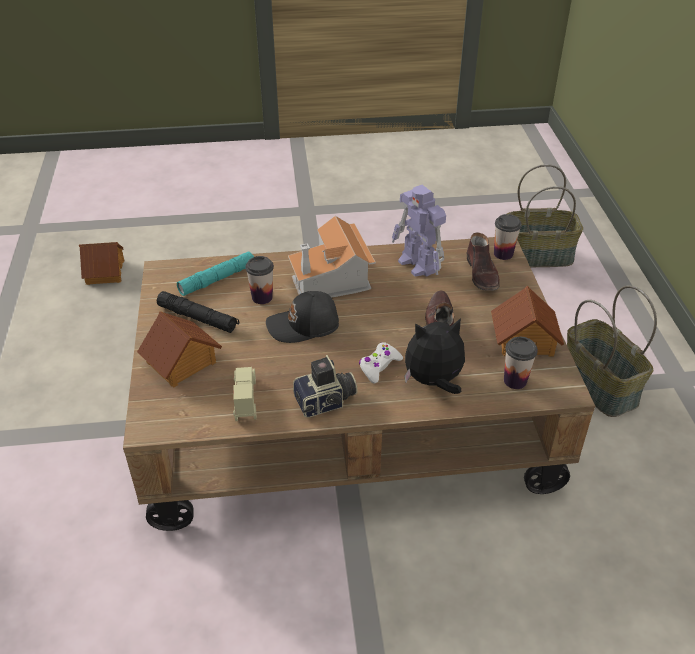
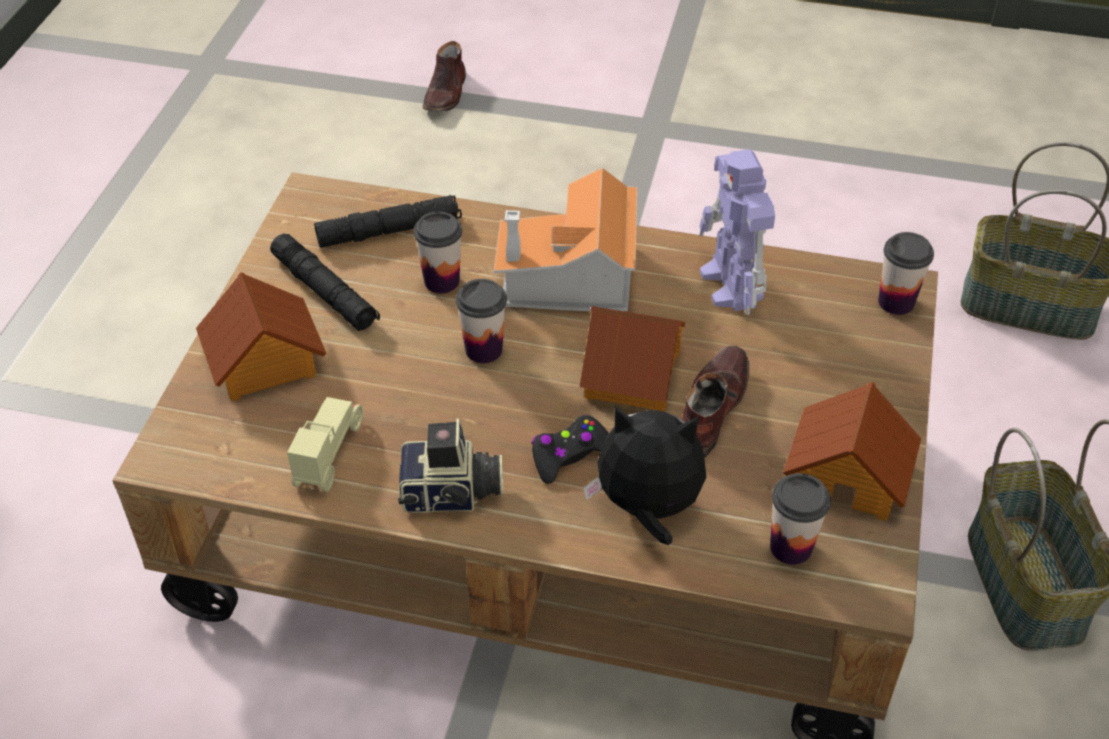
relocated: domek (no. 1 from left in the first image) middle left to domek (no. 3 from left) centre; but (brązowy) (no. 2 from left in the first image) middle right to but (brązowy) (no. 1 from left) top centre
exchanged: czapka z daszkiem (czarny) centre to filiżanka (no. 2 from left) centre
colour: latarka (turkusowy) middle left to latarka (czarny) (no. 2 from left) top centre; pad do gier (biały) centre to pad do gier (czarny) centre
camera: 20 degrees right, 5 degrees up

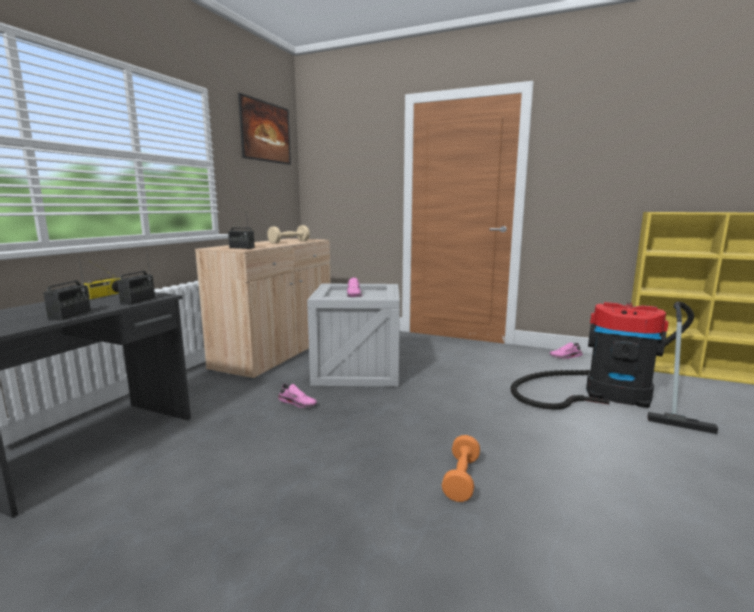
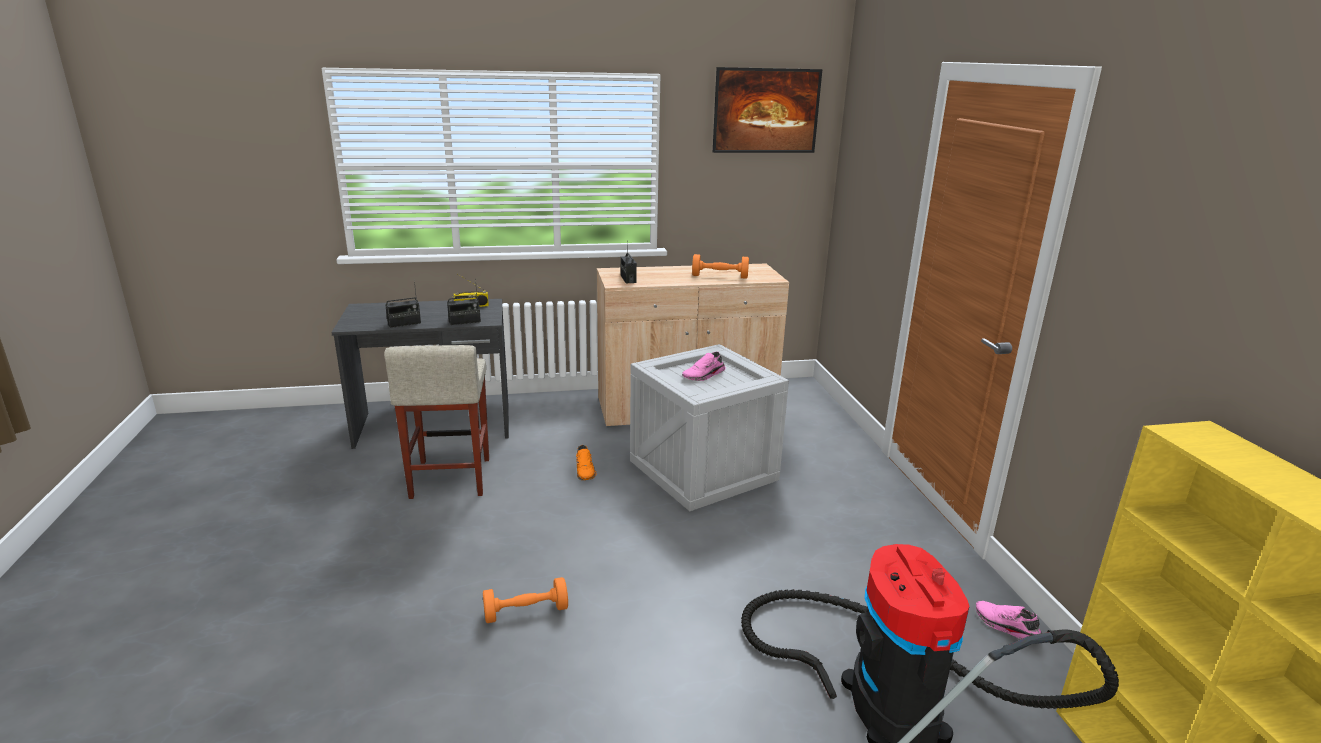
appeared: stołek (beżowy) middle left
colour: hantel (beżowy) centre to hantel (pomarańczowy) (no. 2 from left) centre; but (różowy) (no. 1 from left) centre to but (pomarańczowy) centre
camera: 55 degrees right, 10 degrees up

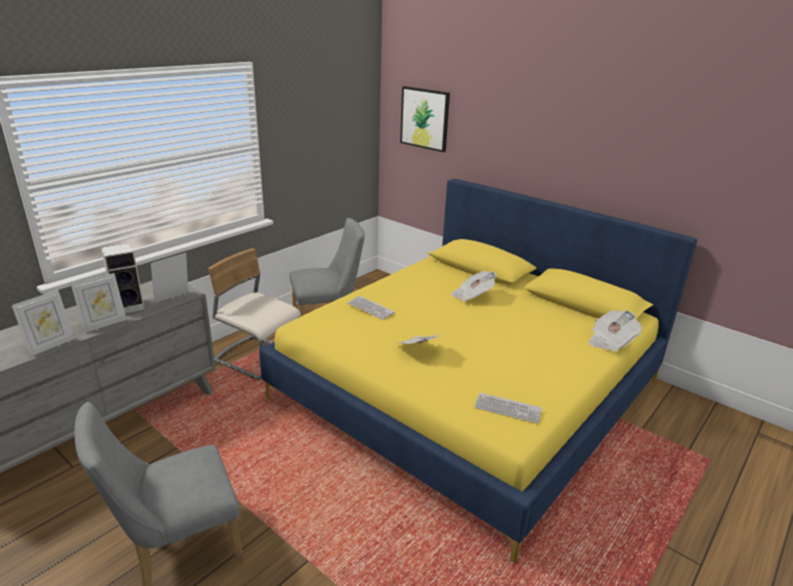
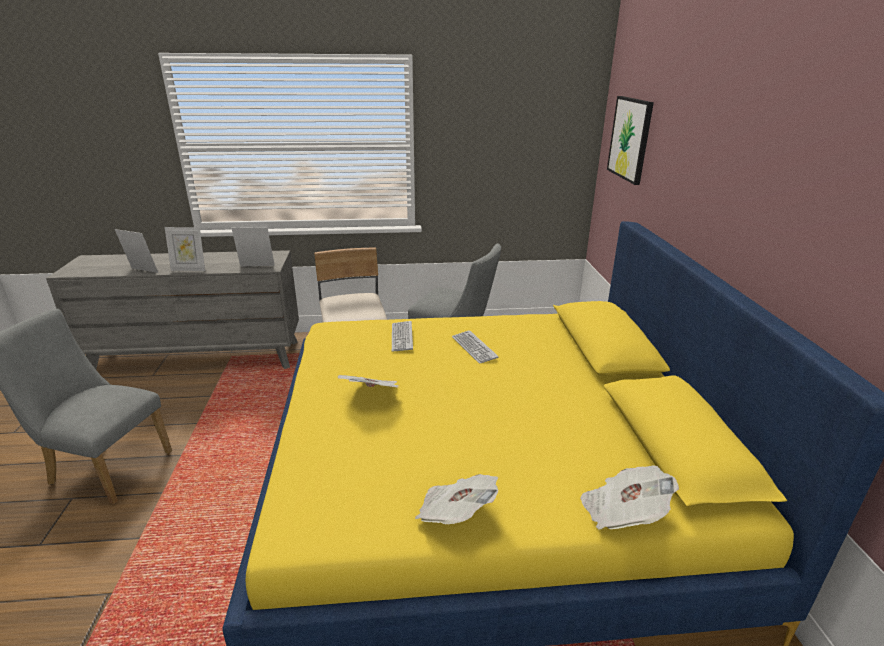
missing: głośnik middle left
relocated: gazeta (no. 2 from left) centre to bottom centre; klawiatura (no. 2 from left) bottom centre to centre
spun: ramka na zdjęcie (no. 1 from left) middle left = middle left 150 degrees counterclockwise
camera: 45 degrees right, 0 degrees up

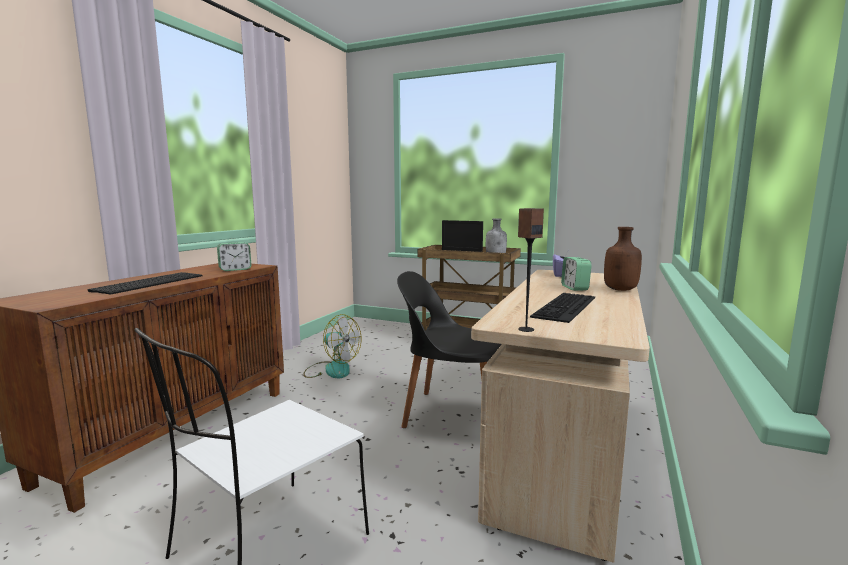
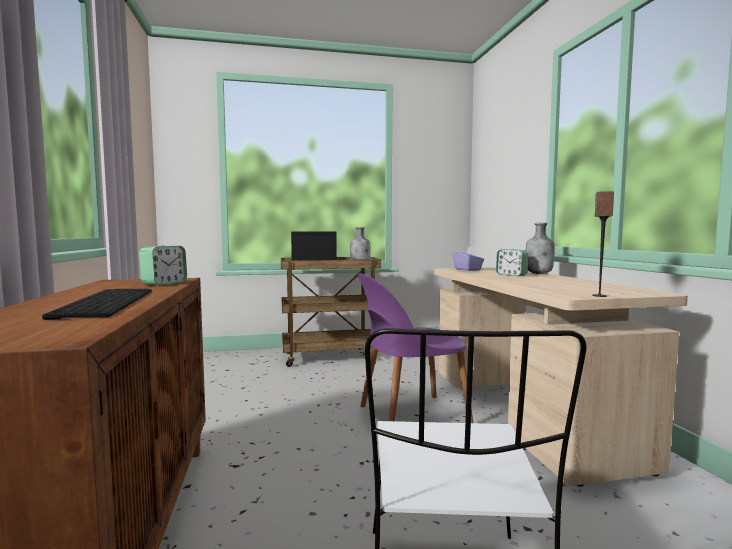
missing: wentylator centre; klawiatura (no. 2 from left) centre
colour: krzesło (czarny) centre to krzesło (fioletowy) centre; butelka (brązowy) middle right to butelka (szary) (no. 2 from left) middle right
camera: 35 degrees left, 5 degrees down

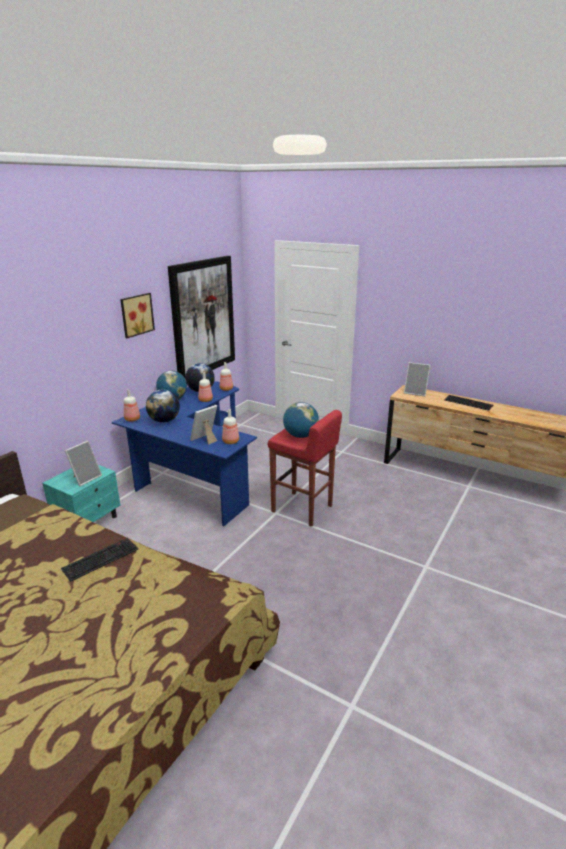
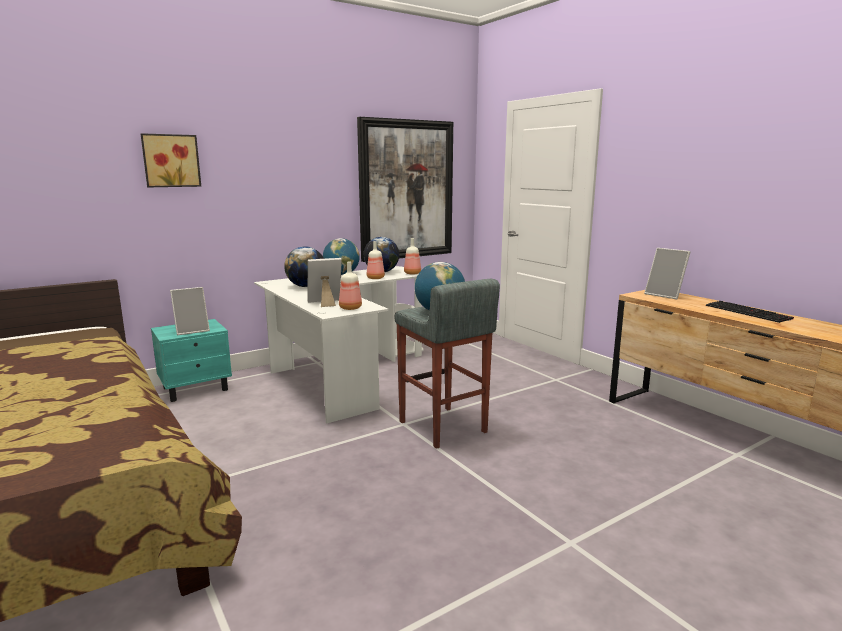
missing: klawiatura (no. 1 from left) middle left; butelka (no. 1 from left) middle left
relocated: obraz (no. 1 from left) middle left to top left
colour: biurko (niebieski) middle left to biurko (biały) centre; stołek (czerwony) centre to stołek (szary) centre
camera: 25 degrees right, 10 degrees down

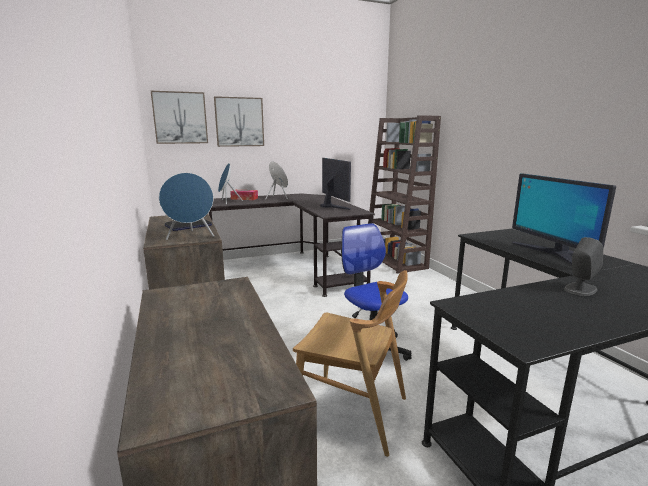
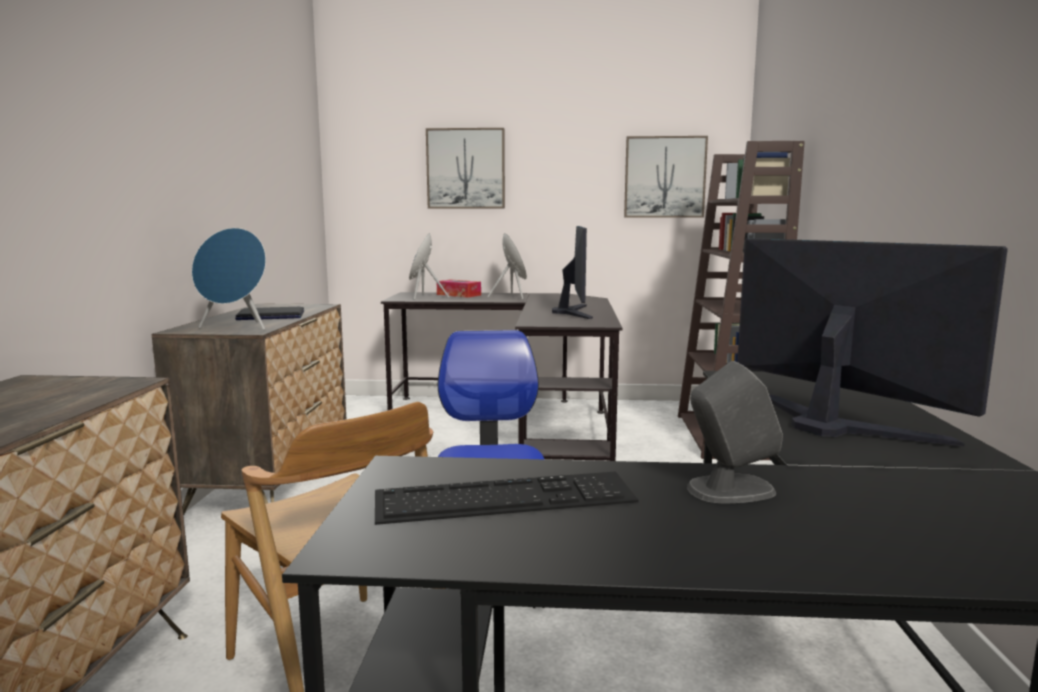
appeared: klawiatura bottom centre
relocated: obraz (no. 1 from left in the first image) top left to obraz (no. 2 from left) top centre
spun: monitor (no. 2 from left) middle right = middle right 135 degrees clockwise
camera: 25 degrees right, 5 degrees down

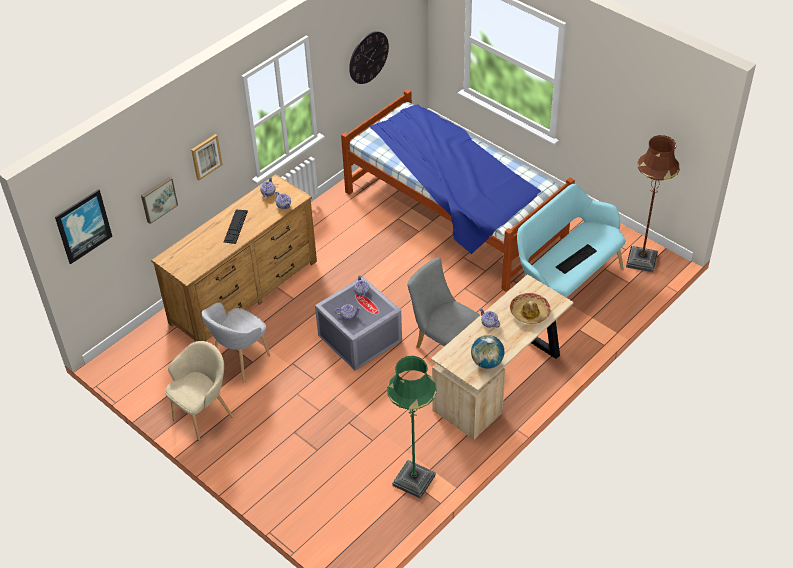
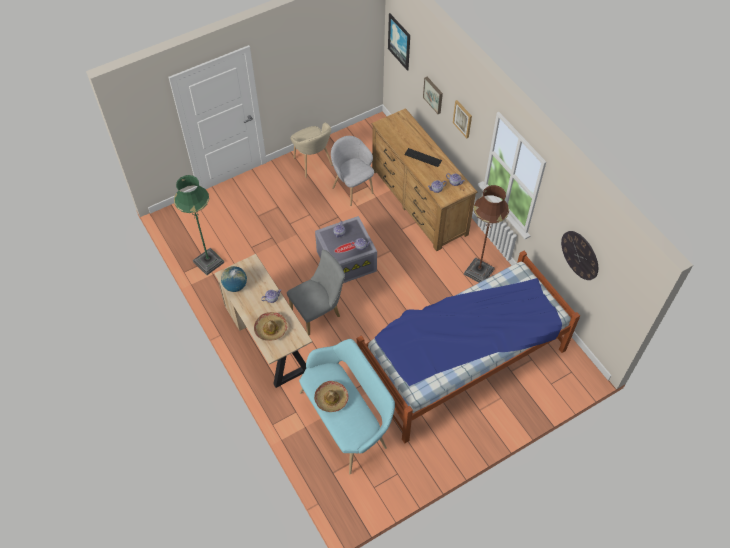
relocated: lampa stojąca (brązowy) middle right to centre
exchanged: klawiatura (no. 2 from left) middle right to kapelusz (no. 2 from left) bottom centre
camera: 105 degrees right, 10 degrees up

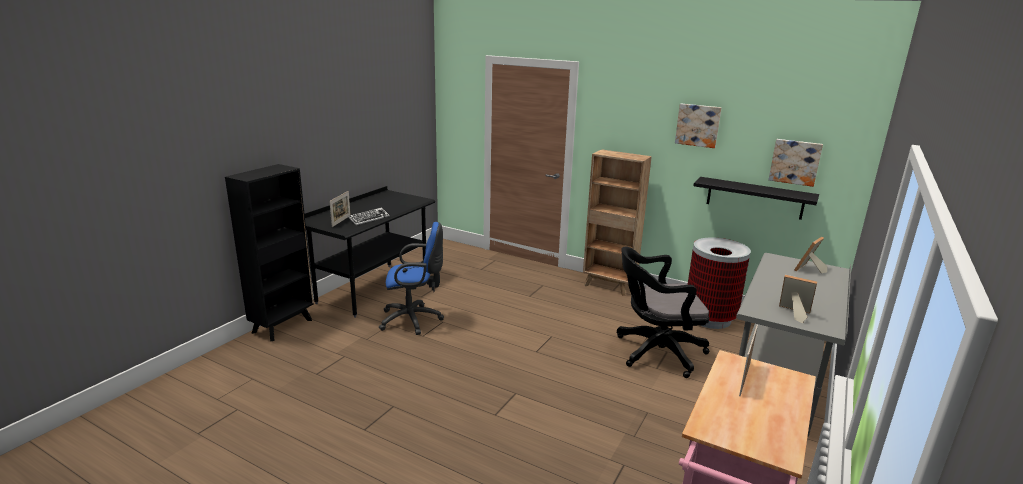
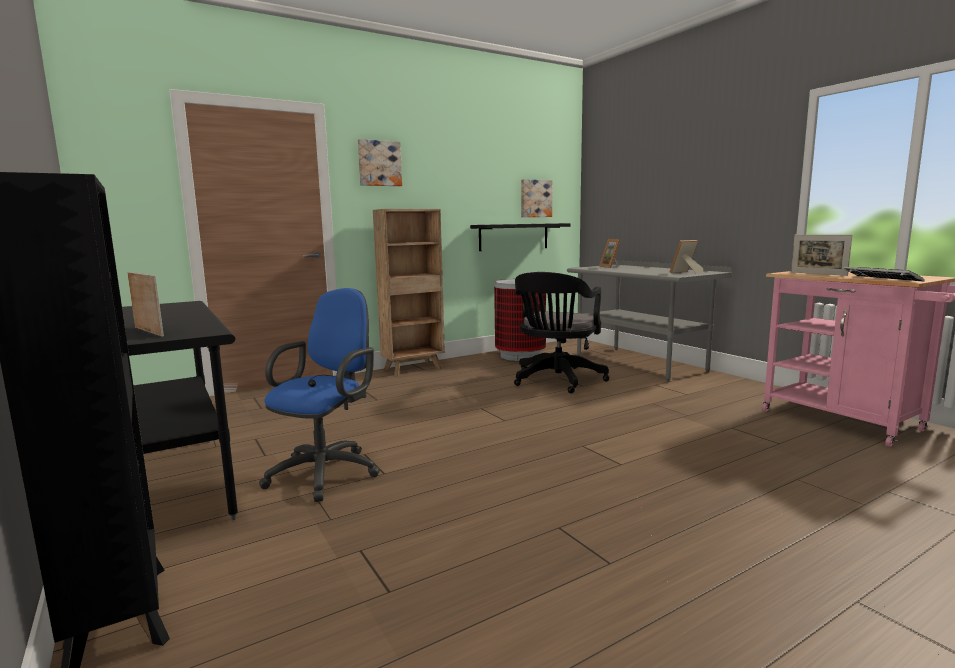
relocated: klawiatura centre to middle right; obraz (no. 1 from left) top right to top centre
camera: 60 degrees left, 10 degrees down

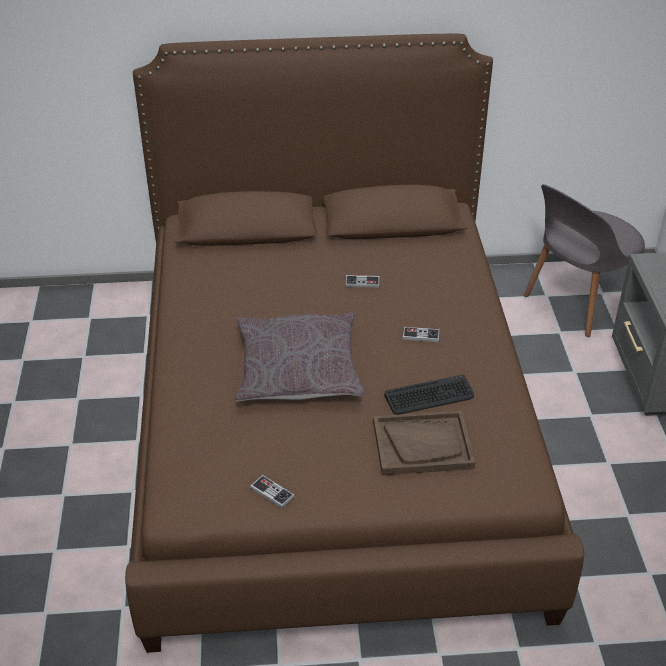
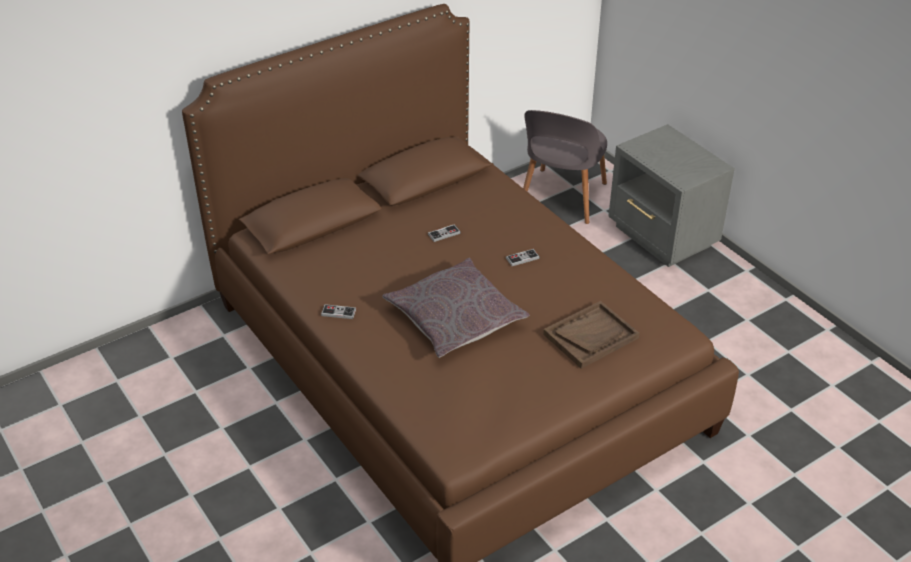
missing: klawiatura centre
relocated: pad do gier (no. 1 from left) bottom centre to centre
camera: 30 degrees left, 0 degrees up

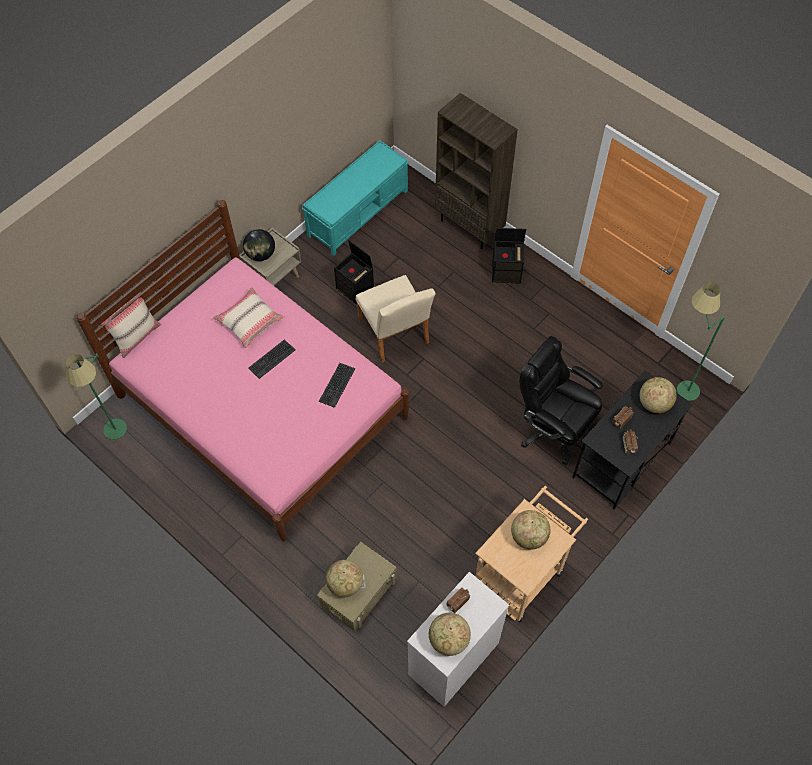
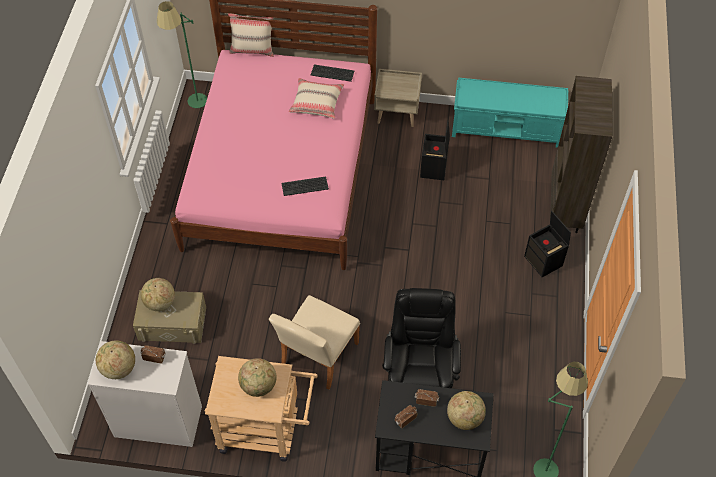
missing: globus (no. 1 from left) top left
relocated: klawiatura (no. 1 from left in the first image) centre to klawiatura (no. 2 from left) top centre; krzesło (beżowy) centre to bottom centre
camera: 55 degrees right, 5 degrees down

